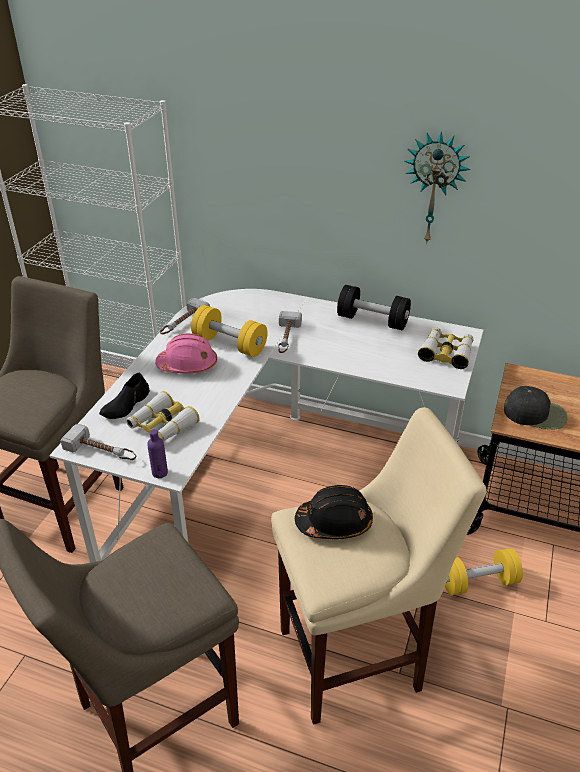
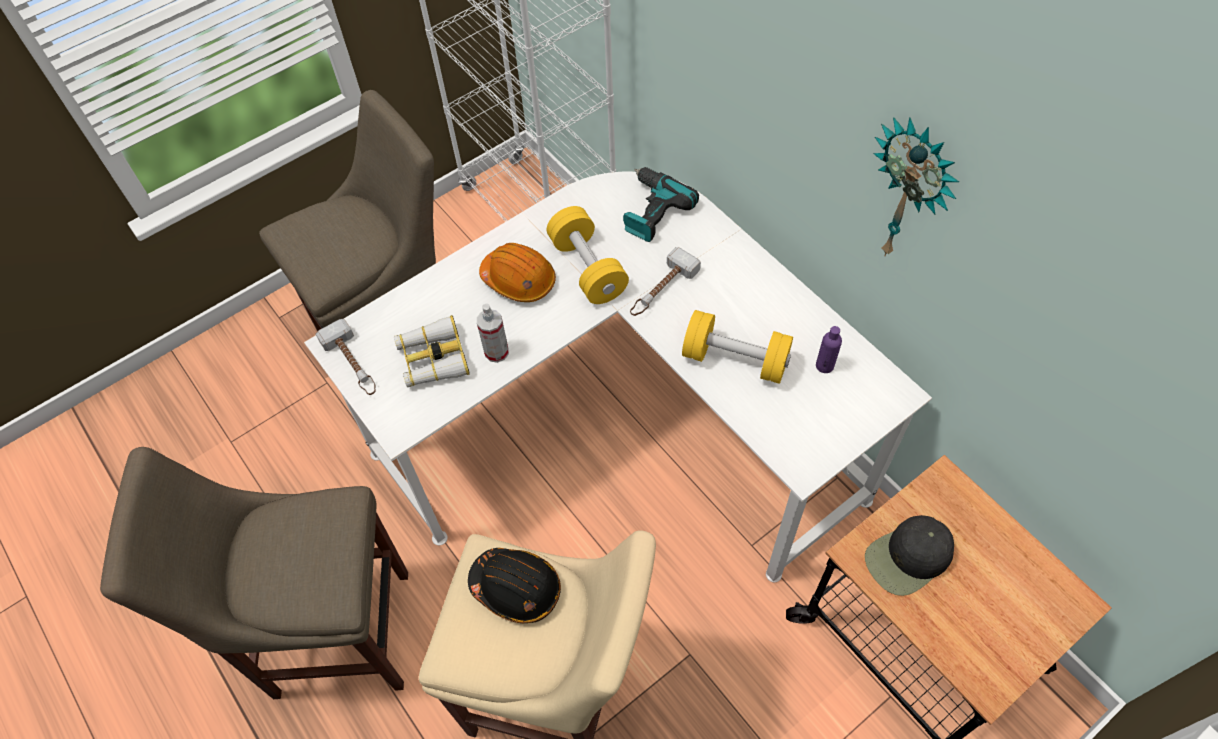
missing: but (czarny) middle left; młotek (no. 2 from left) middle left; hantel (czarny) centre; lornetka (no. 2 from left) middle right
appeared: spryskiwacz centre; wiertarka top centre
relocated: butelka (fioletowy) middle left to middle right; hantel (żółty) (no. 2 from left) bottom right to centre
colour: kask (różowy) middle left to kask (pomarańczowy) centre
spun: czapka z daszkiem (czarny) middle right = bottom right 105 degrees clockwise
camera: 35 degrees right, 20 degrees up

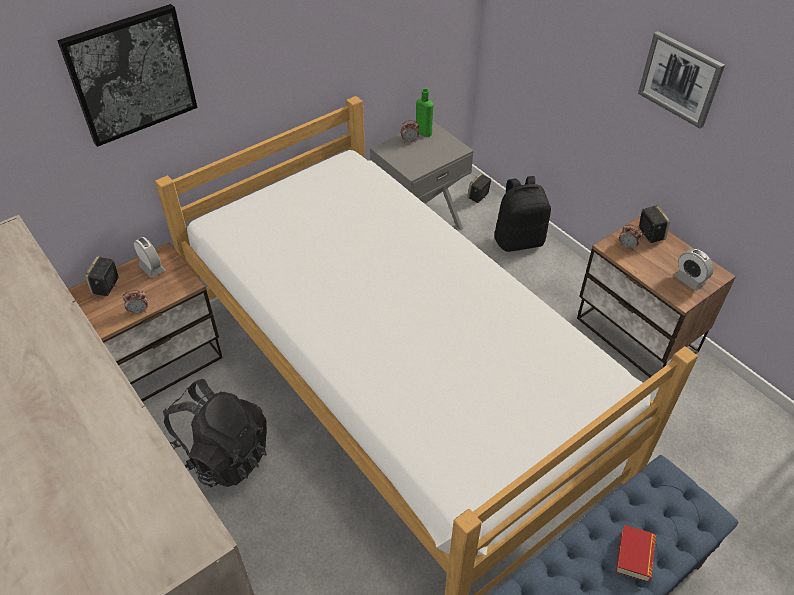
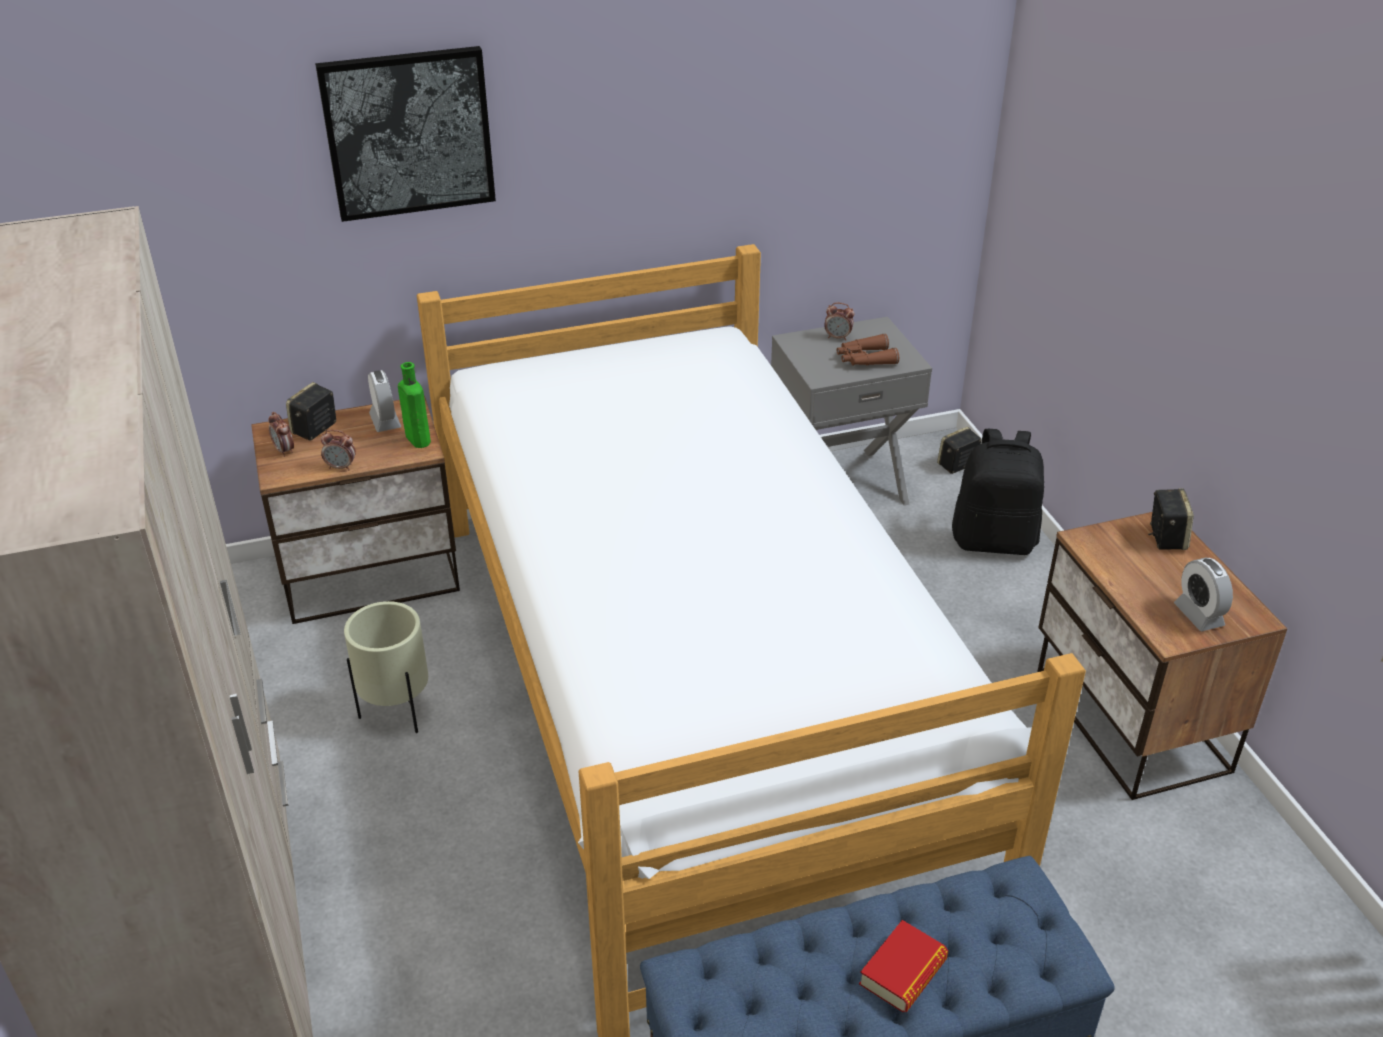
missing: obraz (no. 2 from left) top right
appeared: lornetka (brązowy) centre
relocated: butelka (zielony) top centre to middle left; budzik (no. 4 from left in the first image) middle right to budzik (no. 1 from left) middle left
exchanged: plecak (czarny) (no. 1 from left) bottom left to donica (beżowy) middle left
camera: 20 degrees right, 10 degrees down

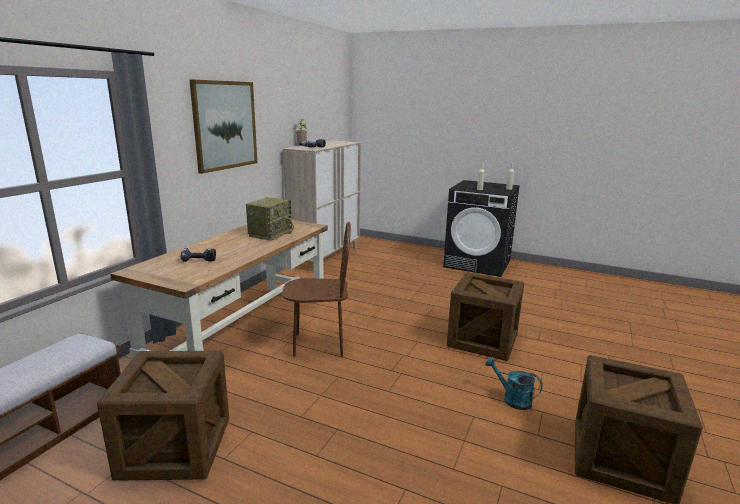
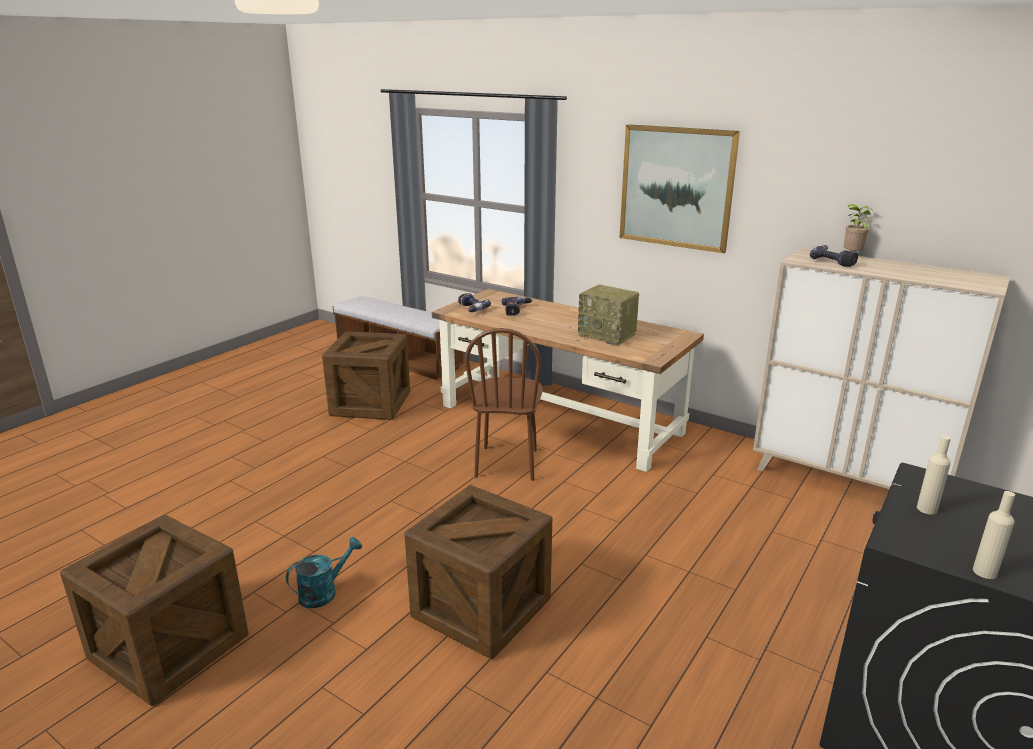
appeared: wiertarka (no. 1 from left) centre
camera: 100 degrees right, 5 degrees up

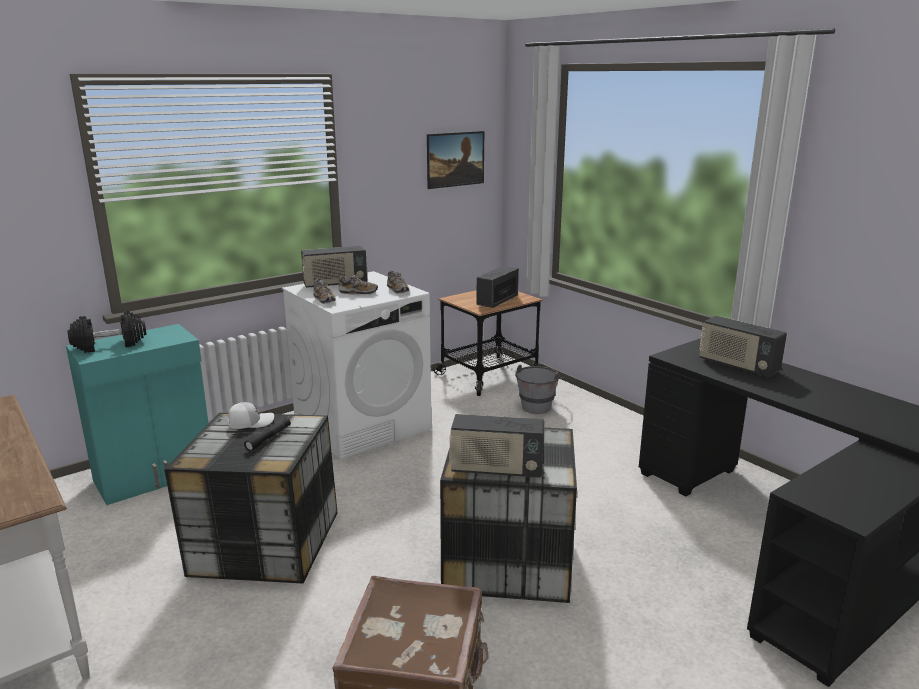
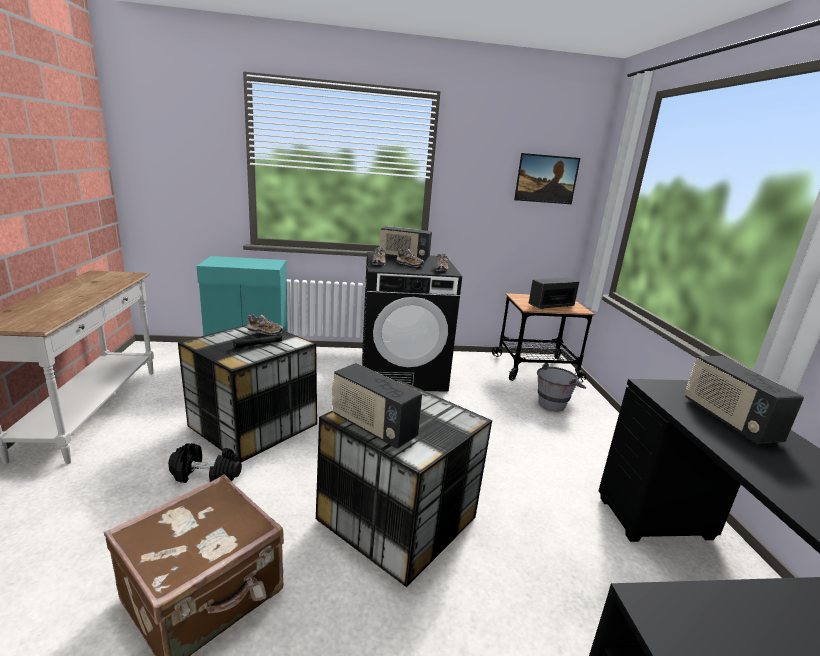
relocated: hantel (czarny) middle left to bottom left
exchanged: czapka z daszkiem (biały) middle left to but (no. 1 from left) middle left
colour: pralka (biały) centre to pralka (czarny) centre
camera: 30 degrees right, 0 degrees up

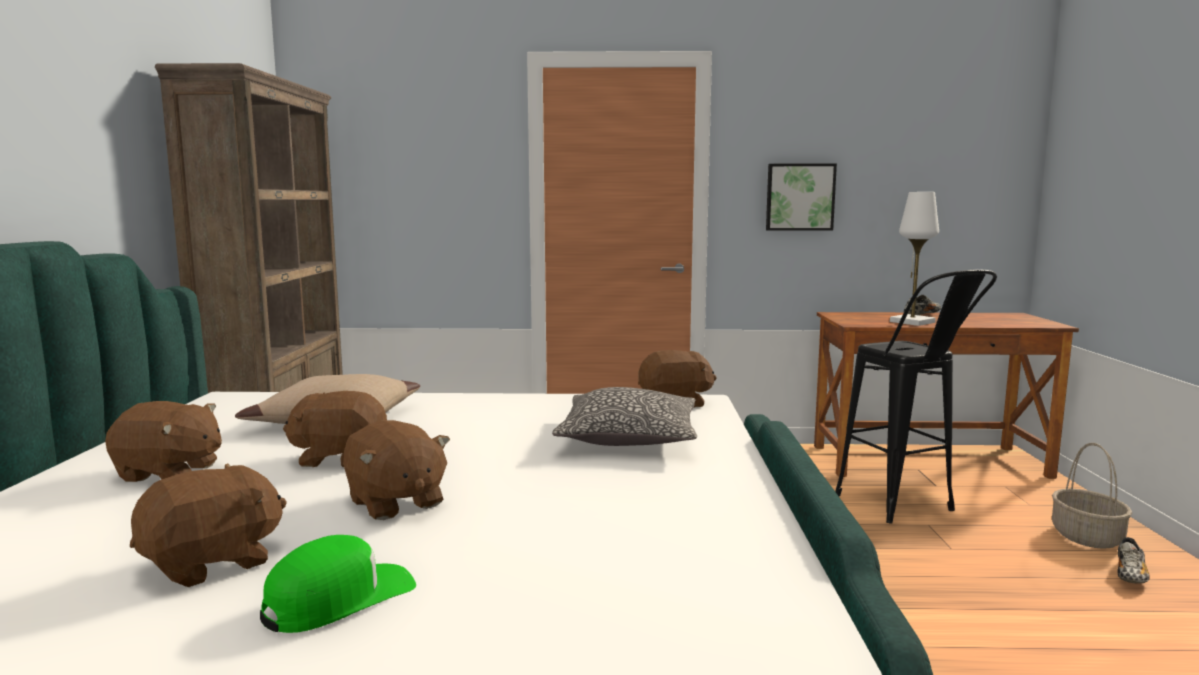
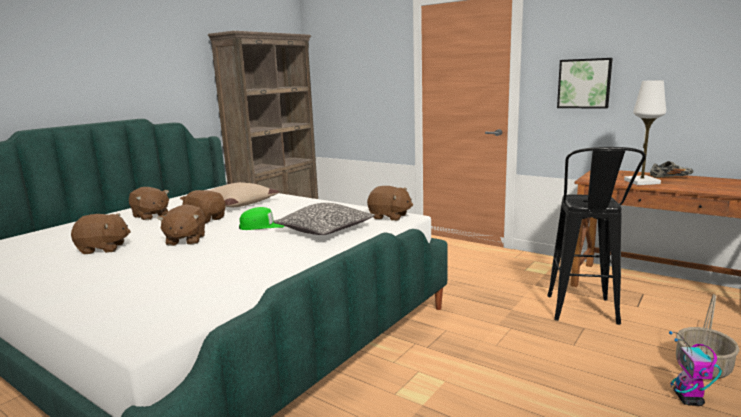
relocated: czapka z daszkiem (zielony) bottom left to centre
exchanged: but (no. 2 from left) bottom right to robot zabawkowy bottom right
camera: 35 degrees right, 5 degrees up

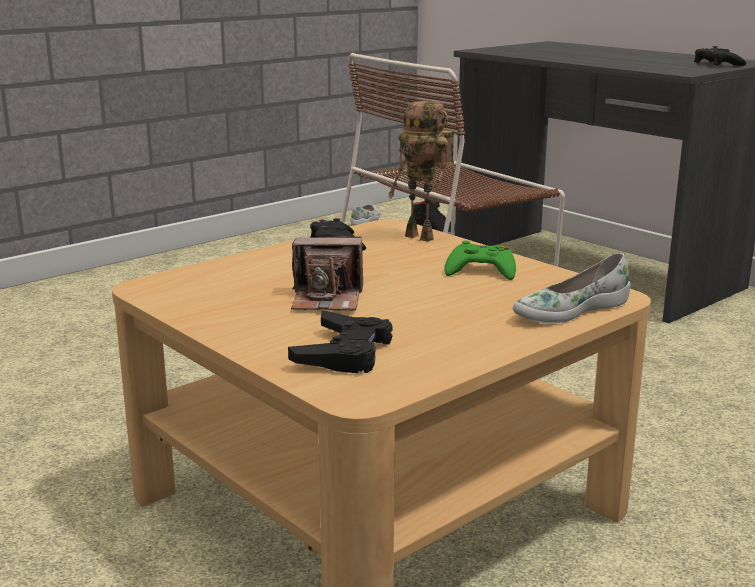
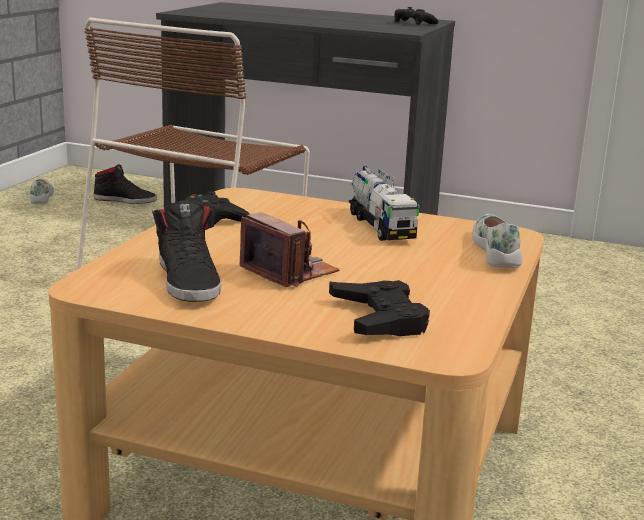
missing: robot zabawkowy top centre
appeared: but (czarny) (no. 2 from left) middle left
exchanged: pad do gier (zielony) centre to ciężarówka zabawkowa centre
spun: aparat fotograficzny centre = centre 105 degrees counterclockwise; but (biały) (no. 2 from left) middle right = middle right 150 degrees clockwise
camera: 30 degrees left, 0 degrees up

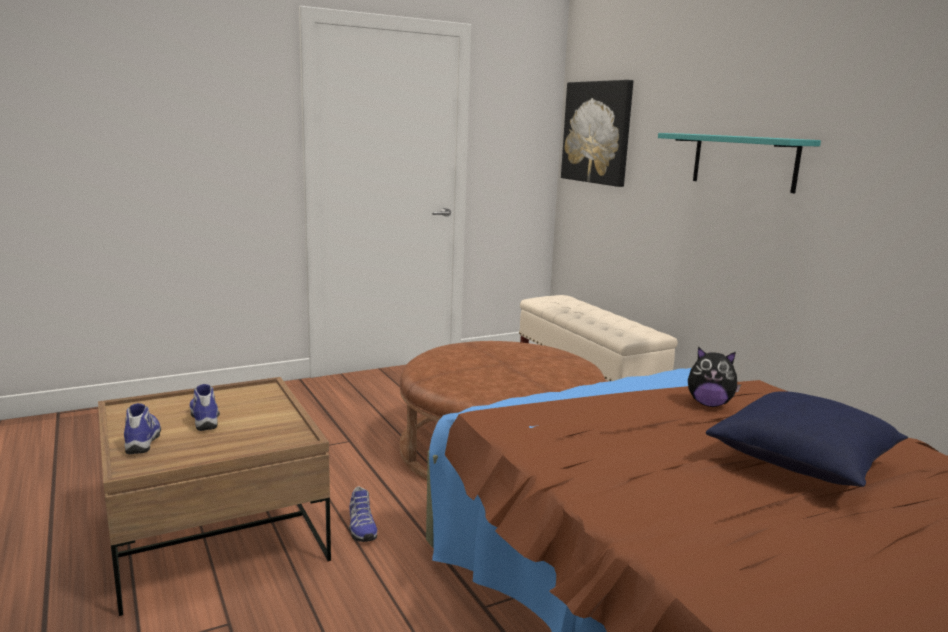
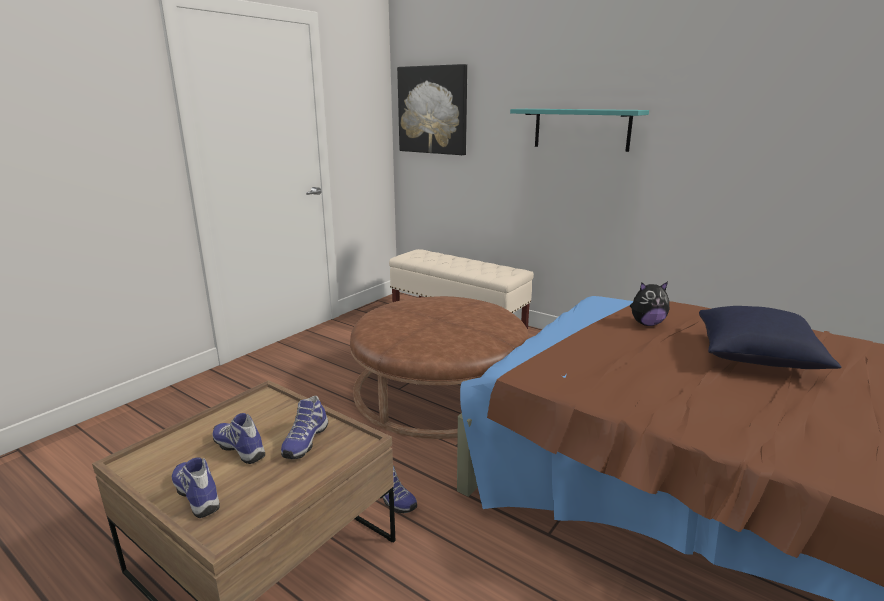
appeared: but (no. 3 from left) bottom centre
camera: 25 degrees left, 5 degrees up

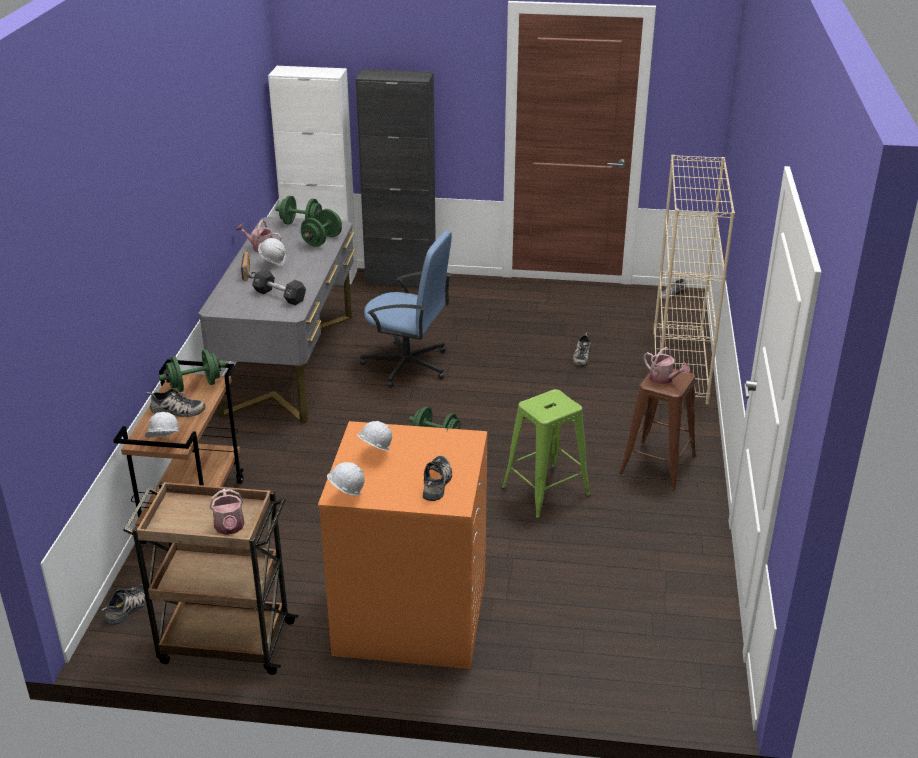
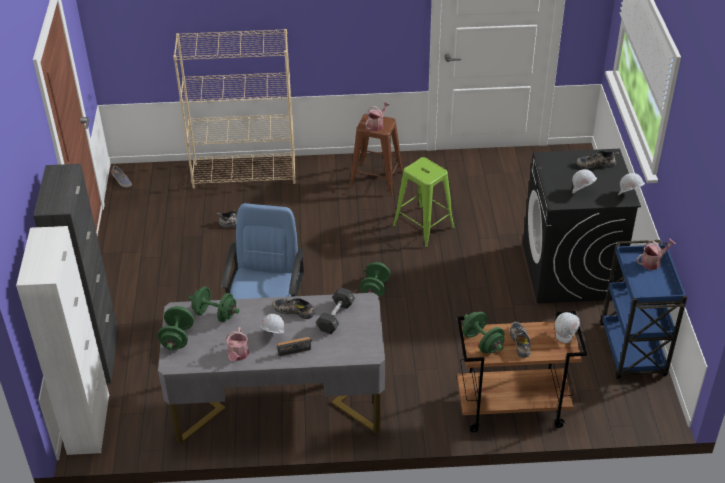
relocated: but (no. 1 from left in the first image) bottom left to but (no. 3 from left) centre
colour: wózek (brązowy) (no. 2 from left) bottom left to wózek (niebieski) middle right; pralka (pomarańczowy) bottom centre to pralka (czarny) middle right
camera: 100 degrees left, 10 degrees up

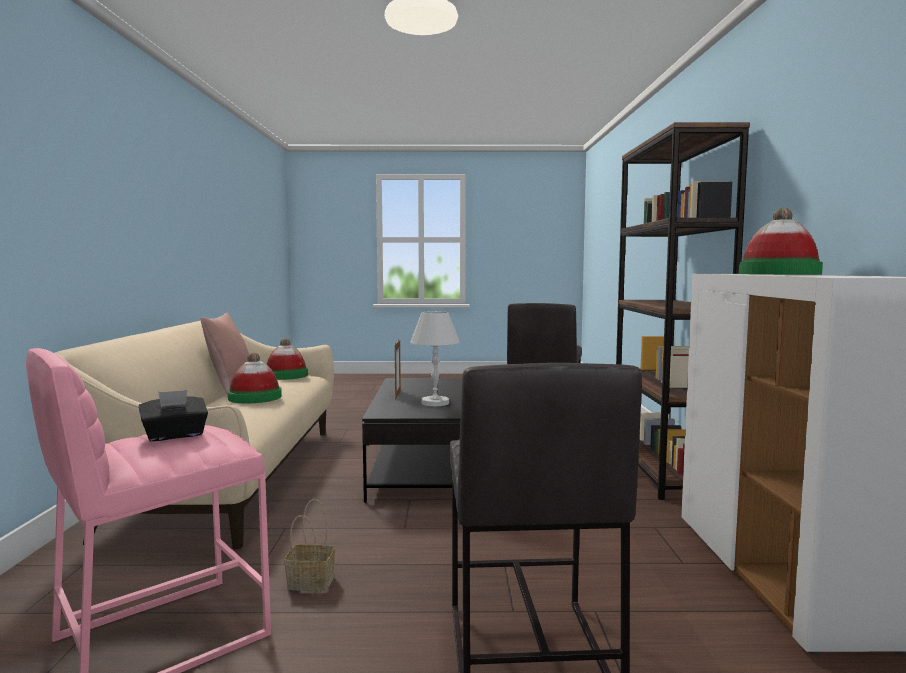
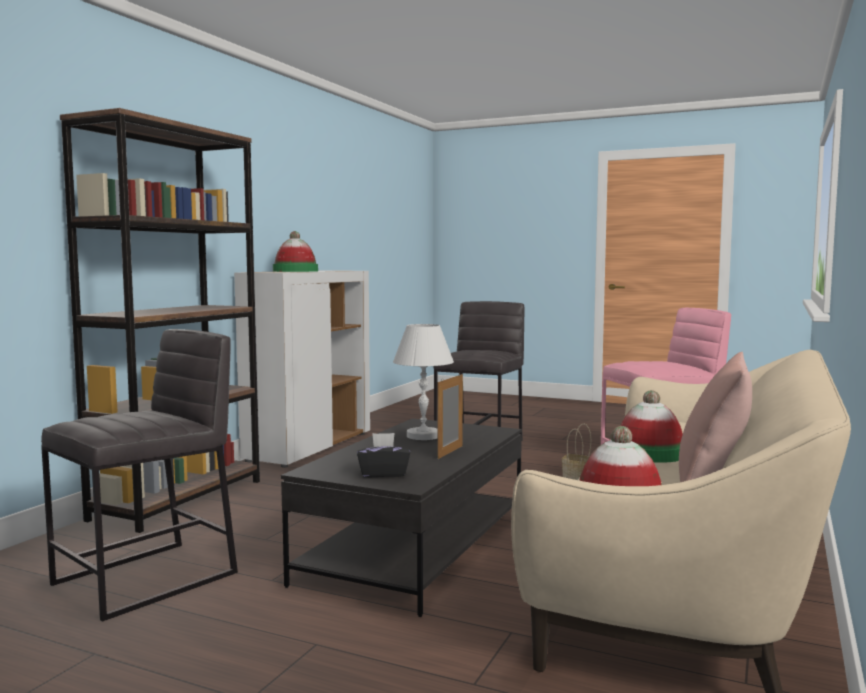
relocated: pudełko chusteczek (czarny) middle left to centre
camera: 155 degrees left, 0 degrees up

